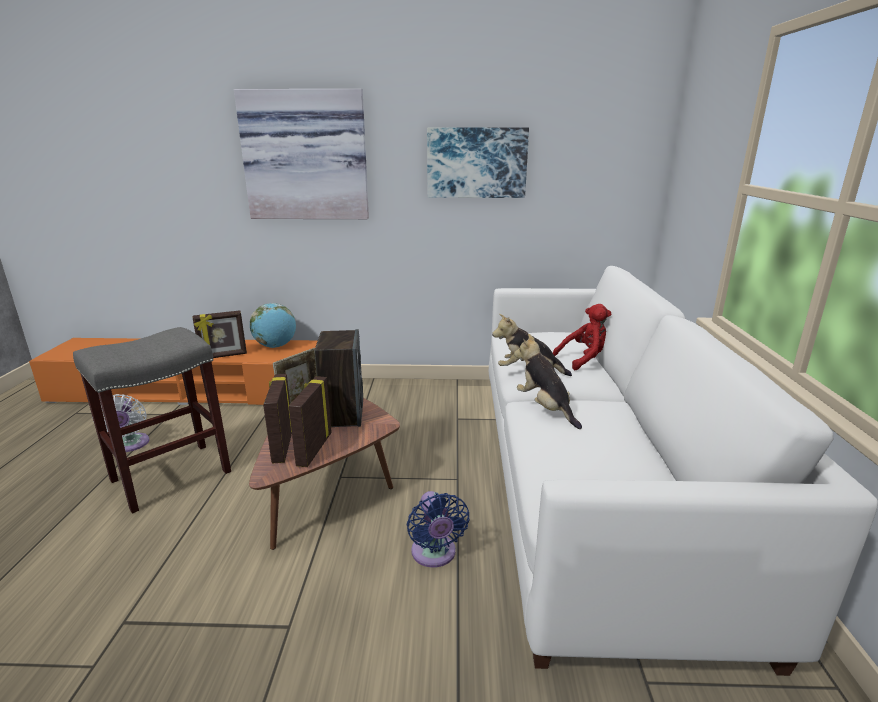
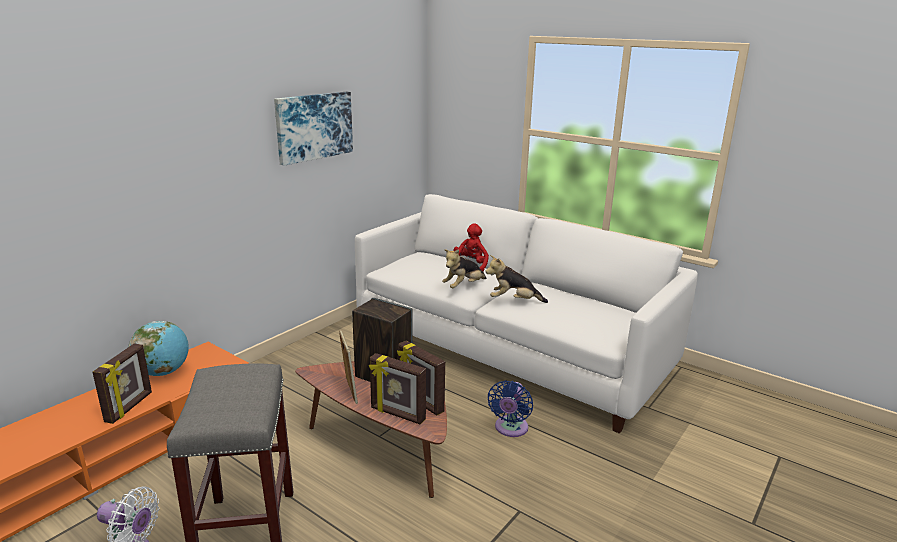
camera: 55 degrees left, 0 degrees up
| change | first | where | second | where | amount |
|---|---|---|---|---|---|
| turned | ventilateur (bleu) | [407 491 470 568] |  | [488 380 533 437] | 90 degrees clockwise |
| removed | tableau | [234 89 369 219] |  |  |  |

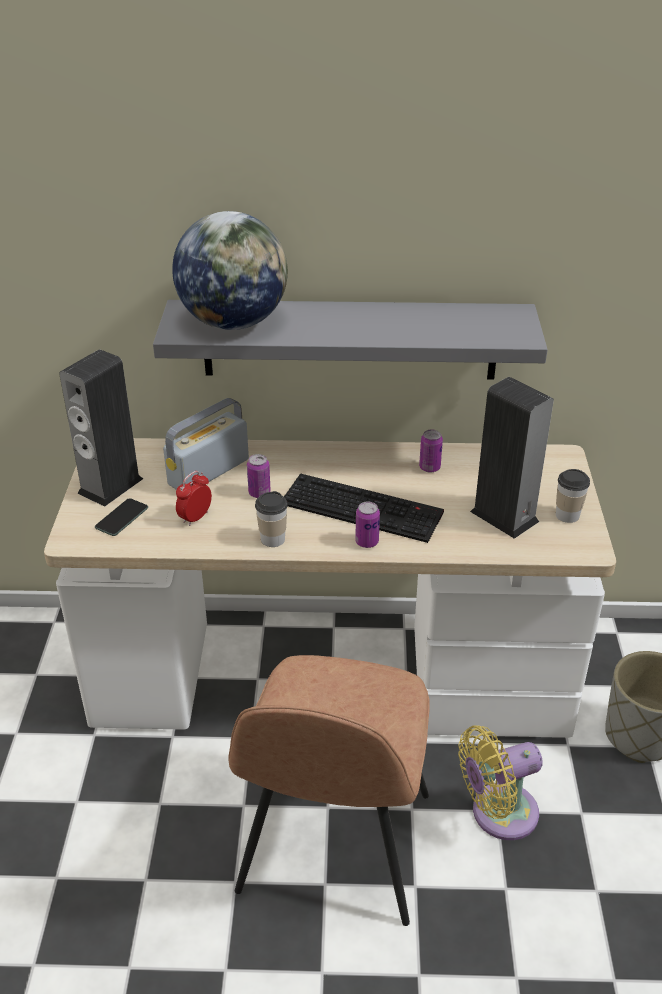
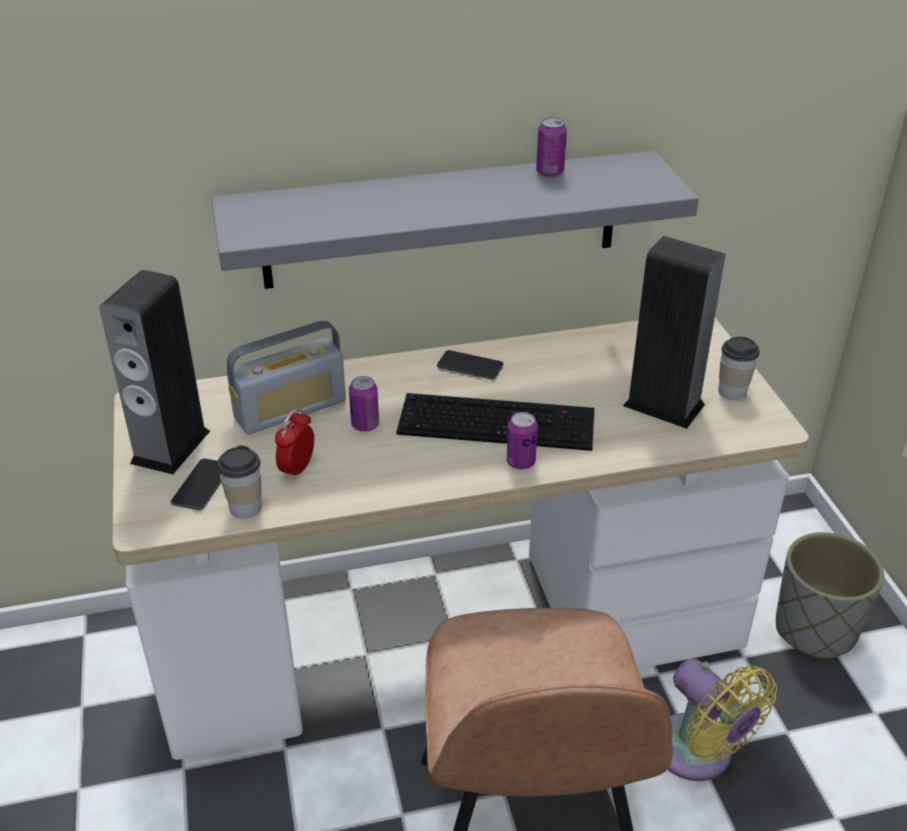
camera: 15 degrees left, 0 degrees up
| change | first | where | second | where | amount |
|---|---|---|---|---|---|
| moved | tasse | [255 491 288 547] |  | [217 446 262 518] |  |
| turned | radio | [163 398 249 490] |  | [227 321 346 434] | 150 degrees counterclockwise |
| added |  |  | téléphone | [437 350 504 379] |  |
| moved | boîte métallique | [419 430 443 473] |  | [536 118 567 177] |  |
| turned | ventilateur (jaune) | [458 725 543 840] |  | [667 659 777 781] | 90 degrees counterclockwise |
| removed | globe | [172 211 288 330] |  |  |  |

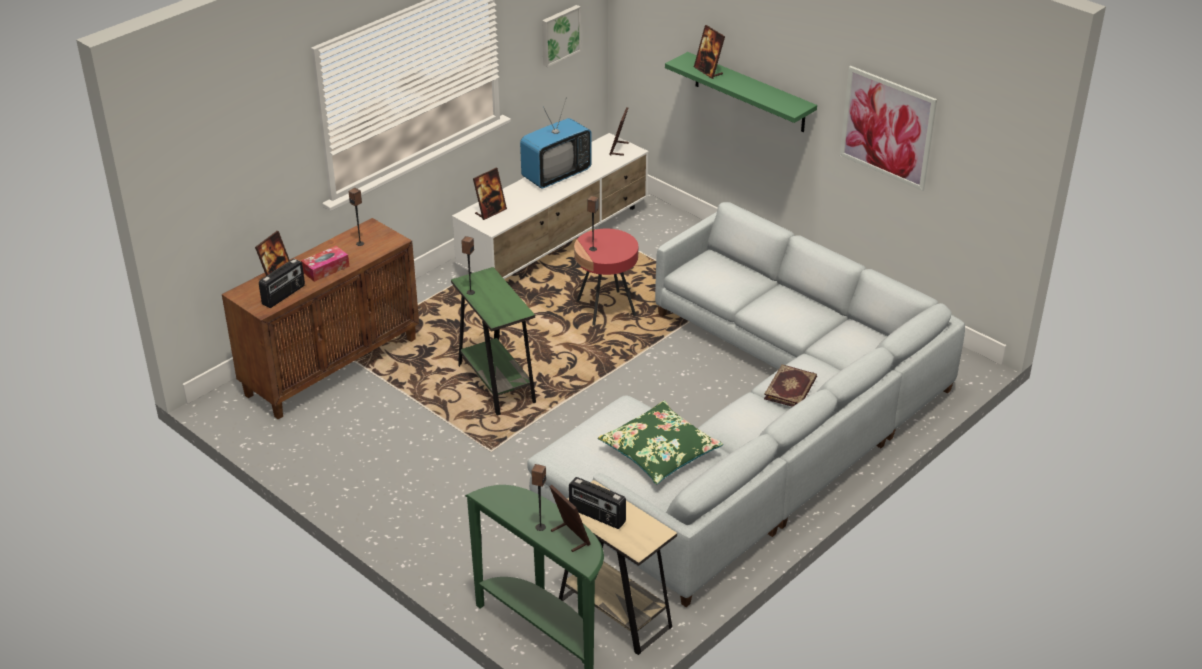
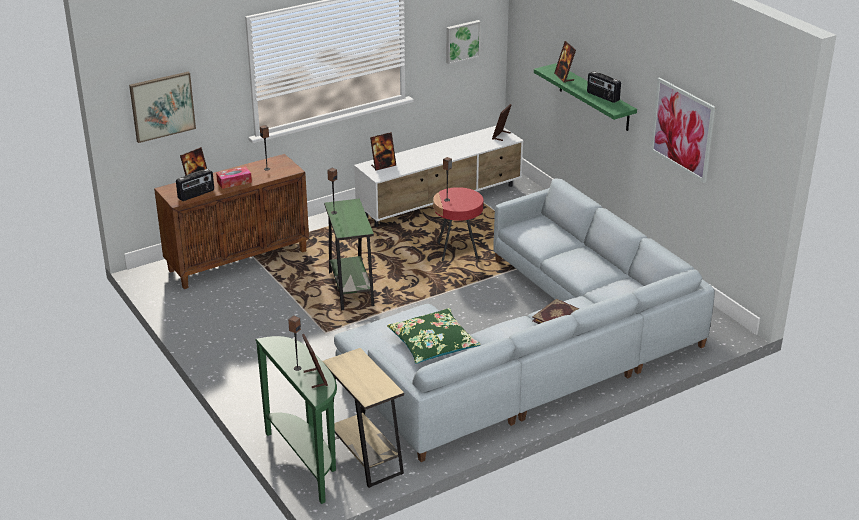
camera: 15 degrees right, 5 degrees down
| change | first | where | second | where | amount |
|---|---|---|---|---|---|
| added |  |  | tableau | [129 72 196 143] |  |
| moved | radio | [569 477 626 529] |  | [587 71 621 103] |  |
| removed | téléviseur | [520 99 592 189] |  |  |  |

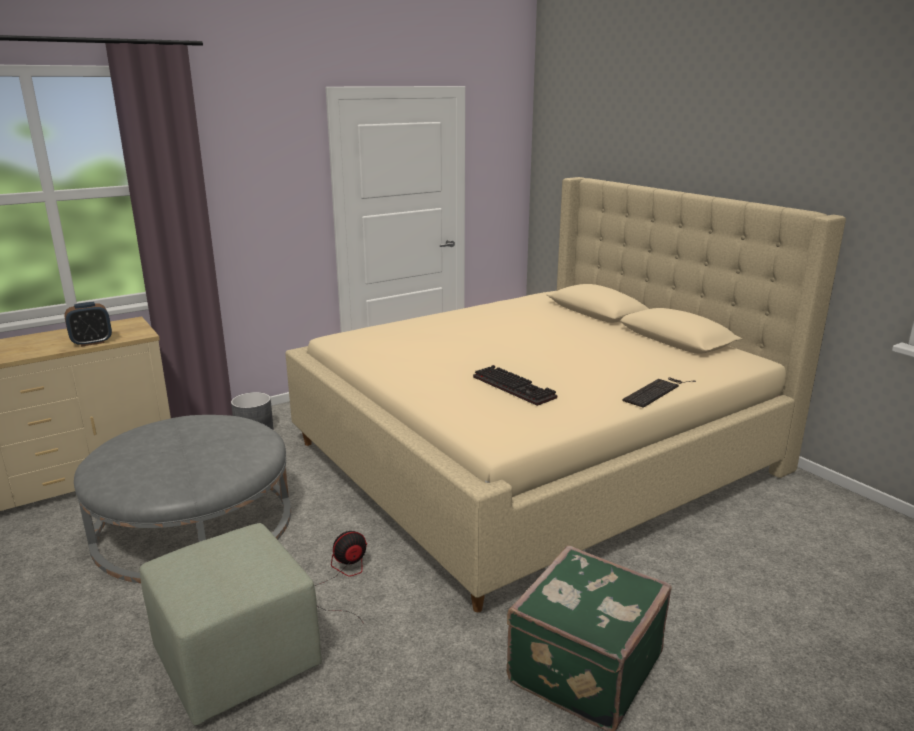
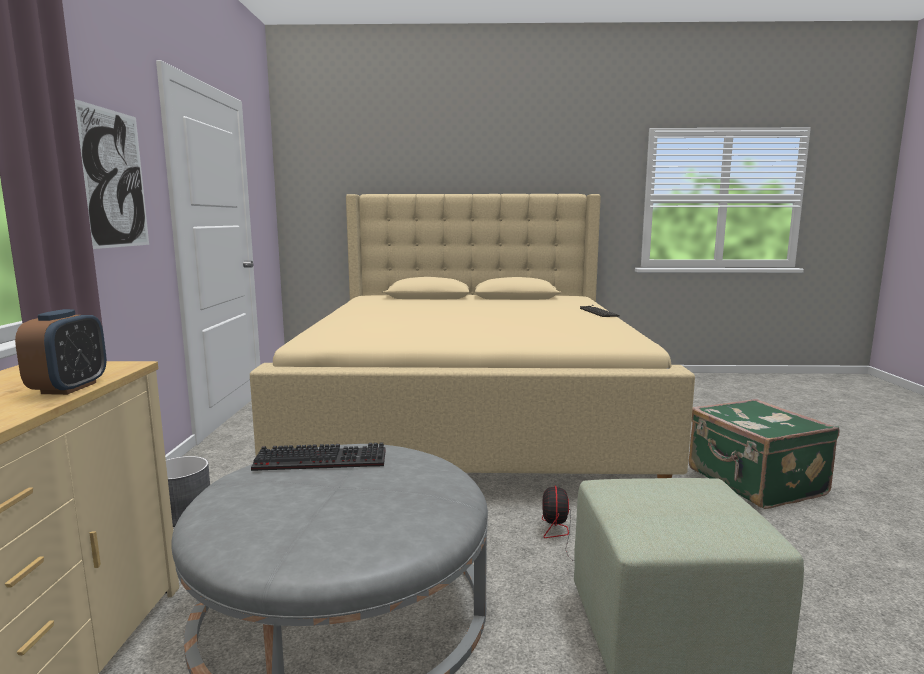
camera: 55 degrees left, 10 degrees down
| change | first | where | second | where | amount |
|---|---|---|---|---|---|
| added |  |  | tableau | [74 99 149 249] |  |
| moved | clavier | [473 365 557 406] |  | [251 442 386 471] |  |

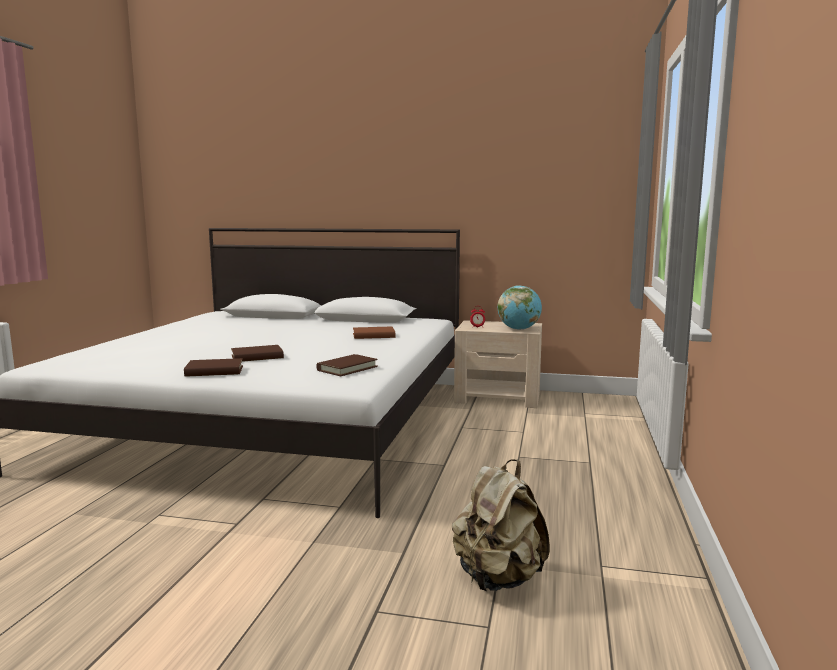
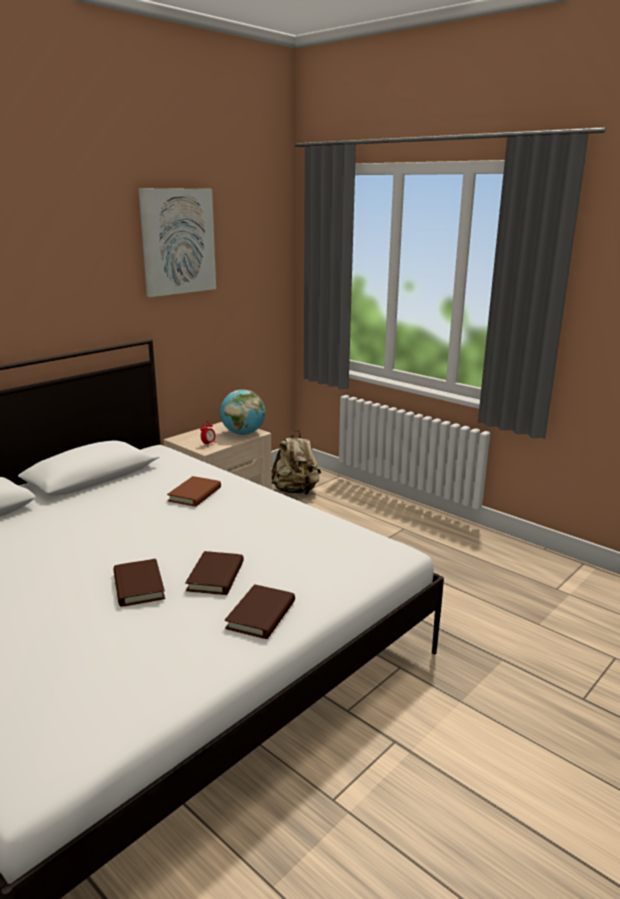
camera: 60 degrees left, 10 degrees up
| change | first | where | second | where | amount |
|---|---|---|---|---|---|
| moved | livre (marron) | [316 354 378 376] |  | [114 559 165 607] |  |
| added |  |  | tableau | [138 188 216 297] |  |
| moved | sac à dos (beige) | [452 459 550 591] |  | [272 430 321 495] |  |

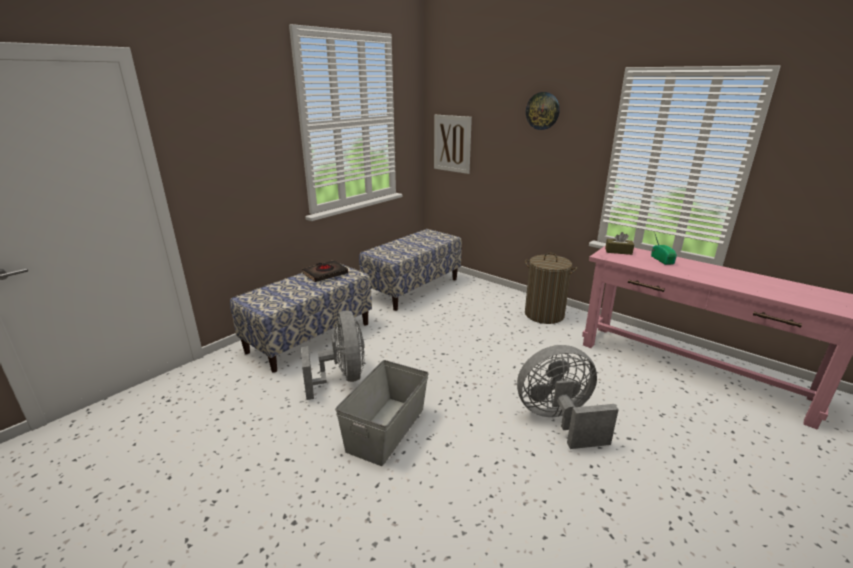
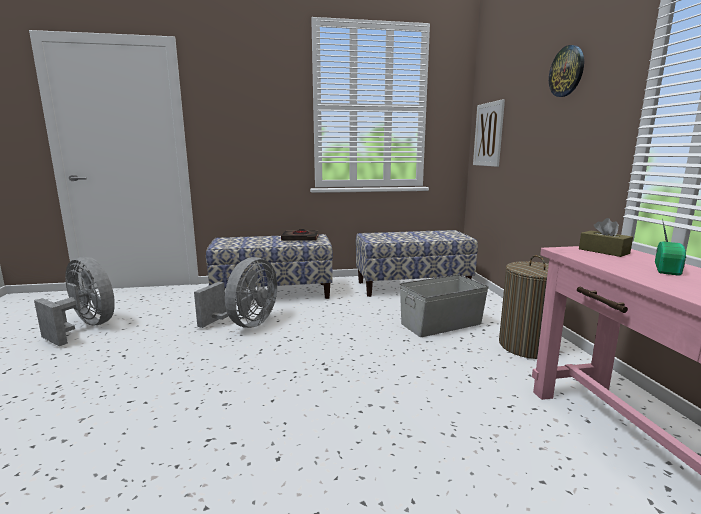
camera: 40 degrees right, 10 degrees down
| change | first | where | second | where | amount |
|---|---|---|---|---|---|
| moved | ventilateur (gris) | [517 345 619 449] |  | [34 257 115 346] |  |
| moved | boîte de rangement (gris) | [335 360 429 466] |  | [400 274 489 337] |  |

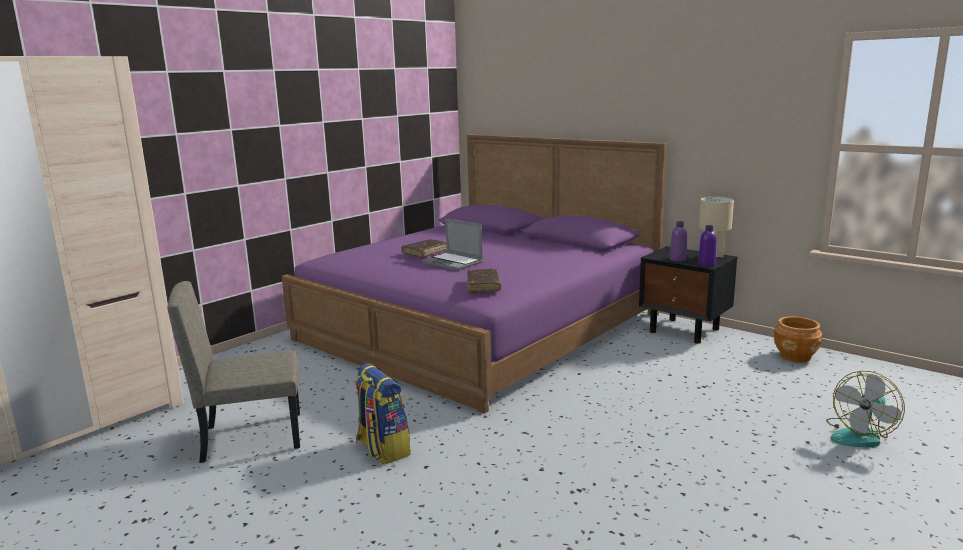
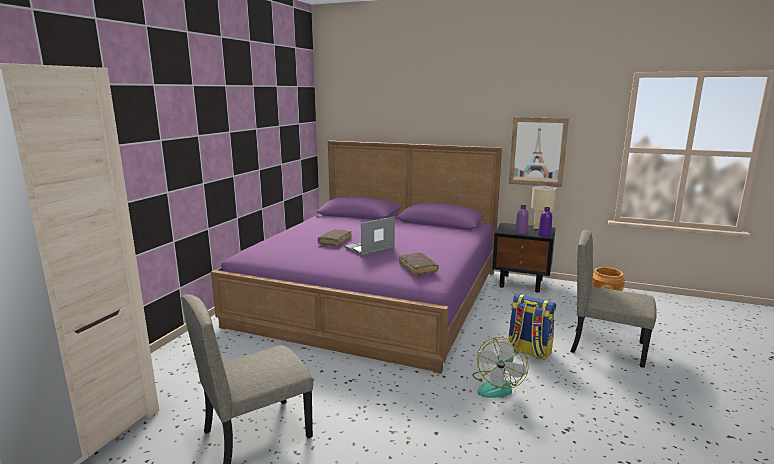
camera: 20 degrees left, 0 degrees up
| change | first | where | second | where | amount |
|---|---|---|---|---|---|
| turned | ordinateur portable | [422 218 483 271] |  | [344 216 395 256] | 120 degrees clockwise |
| moved | ventilateur | [826 371 905 447] |  | [473 337 529 398] |  |
| added |  |  | tableau | [509 117 569 187] |  |
| moved | sac à dos | [355 363 411 465] |  | [509 293 556 360] |  |
| added |  |  | chaise (beige) | [570 230 657 368] |  |

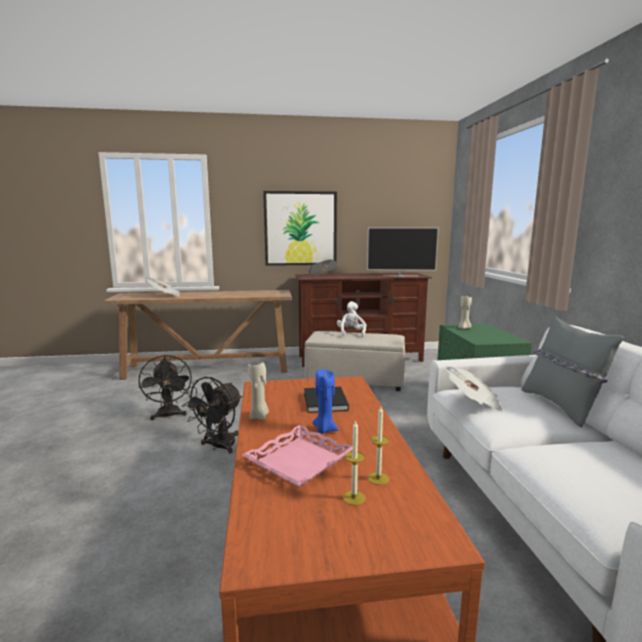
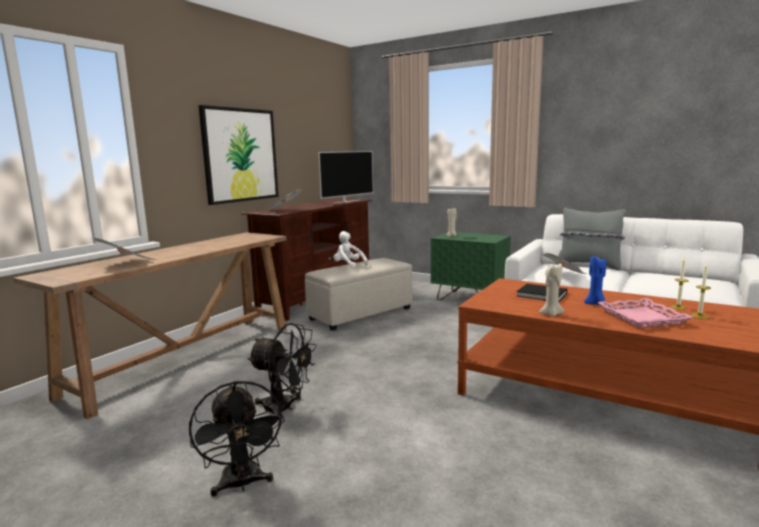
camera: 50 degrees left, 0 degrees up
| change | first | where | second | where | amount |
|---|---|---|---|---|---|
| moved | ventilateur (noir) | [182 377 242 454] |  | [189 381 285 497] |  |

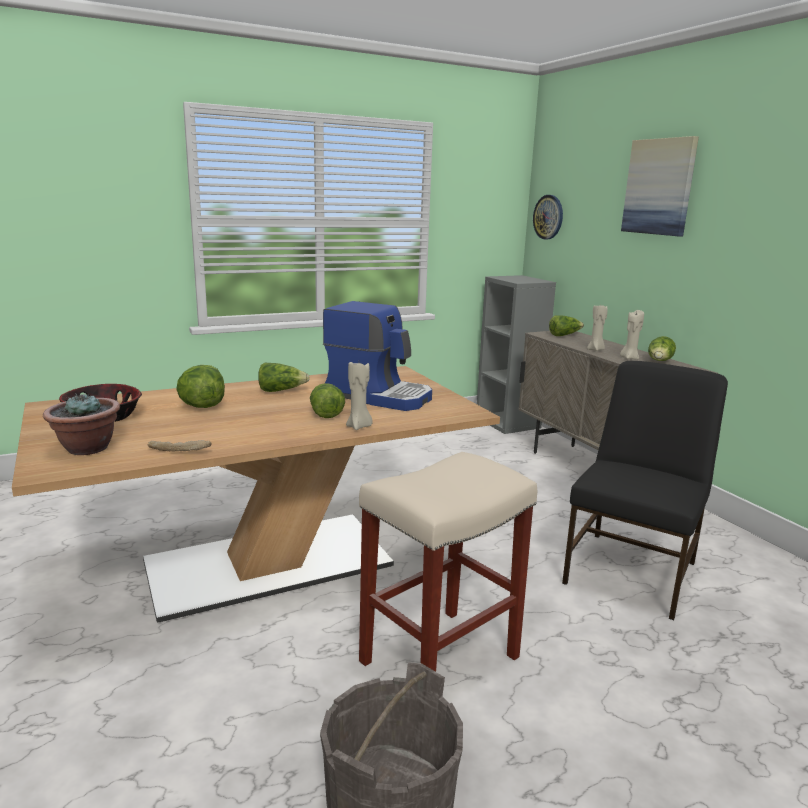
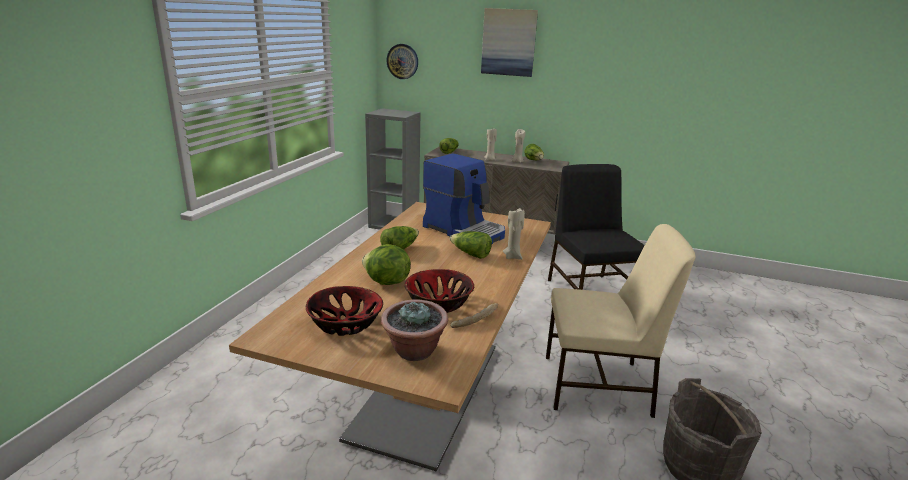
camera: 45 degrees left, 5 degrees up
| change | first | where | second | where | amount |
|---|---|---|---|---|---|
| added |  |  | bol | [404 269 474 313] |  |
| turned | machine à café | [323 301 432 411] |  | [423 153 505 244] | 60 degrees clockwise |
| replaced | tabouret (beige) | [359 452 537 672] | chaise (beige) | [546 224 696 418] |  |

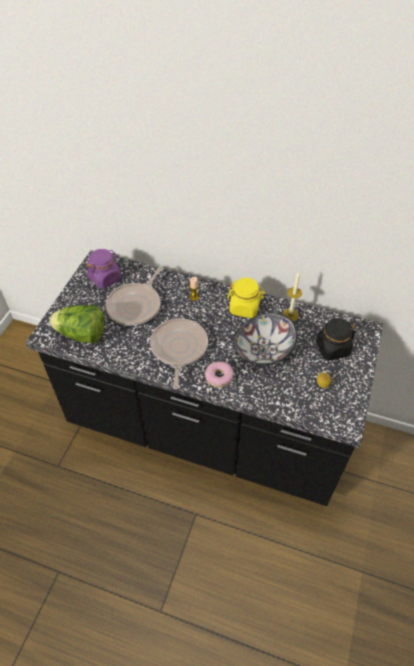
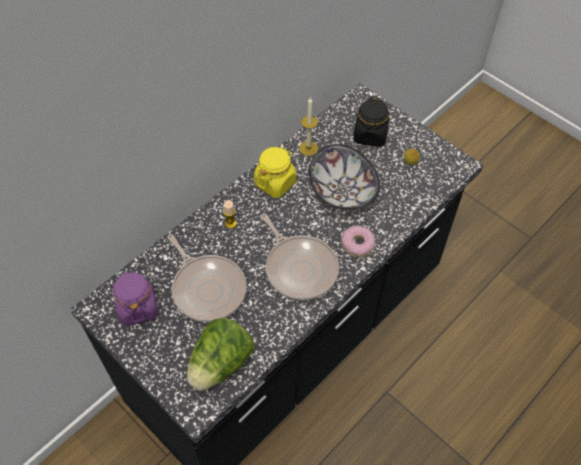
camera: 65 degrees left, 5 degrees up
| change | first | where | second | where | amount |
|---|---|---|---|---|---|
| turned | poêle | [150 318 208 390] |  | [261 213 339 300] | 150 degrees counterclockwise |

